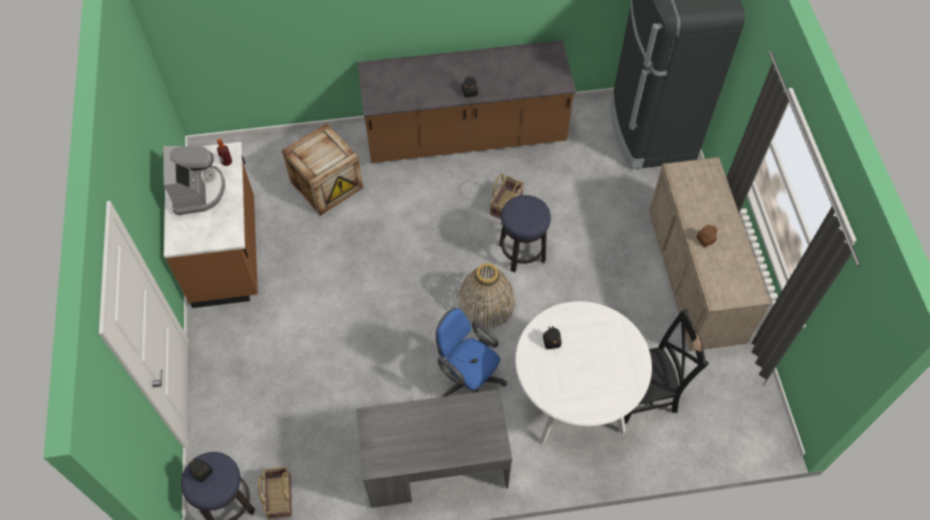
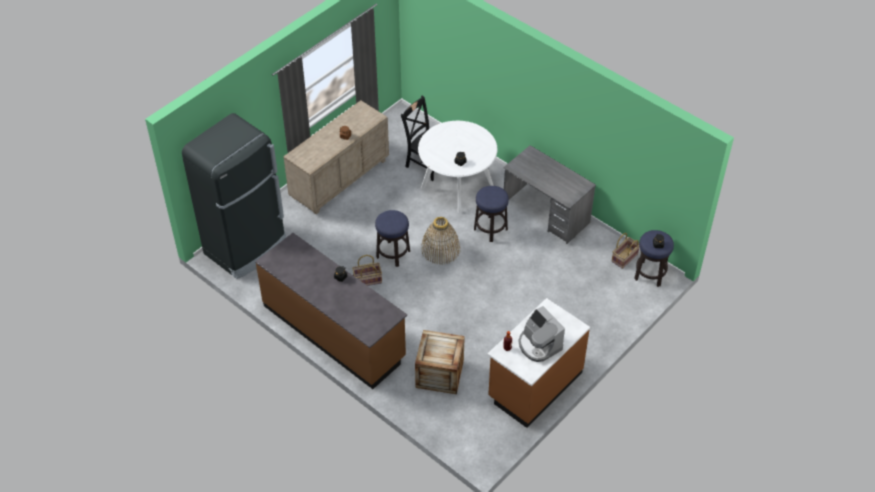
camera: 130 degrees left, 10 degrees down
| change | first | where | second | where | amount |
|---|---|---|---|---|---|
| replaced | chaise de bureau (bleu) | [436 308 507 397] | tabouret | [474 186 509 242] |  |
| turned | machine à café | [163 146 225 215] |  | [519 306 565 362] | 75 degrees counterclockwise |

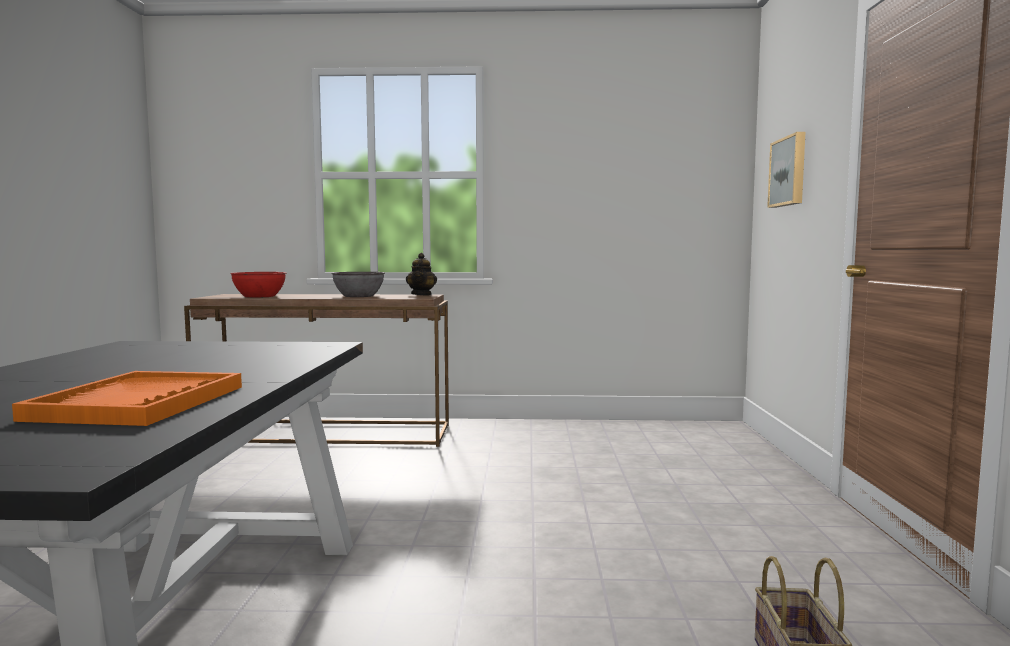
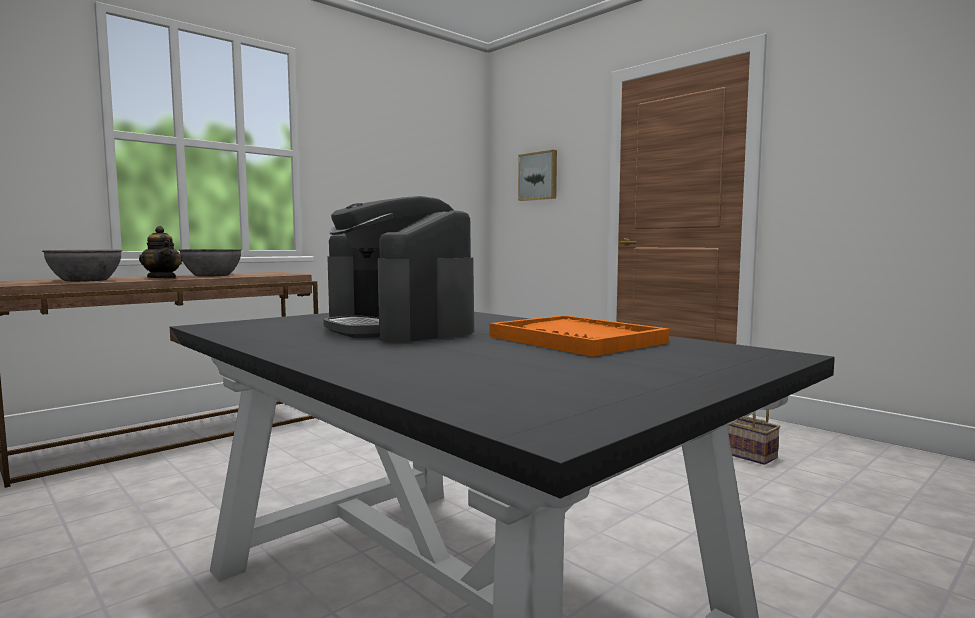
camera: 45 degrees left, 0 degrees up
| change | first | where | second | where | amount |
|---|---|---|---|---|---|
| recoloured | bol (rouge) | [230 272 286 298] | bol (gris) | [42 250 122 282] |  |
| moved | théière | [406 253 437 295] |  | [139 226 183 279] |  |
| added |  |  | machine à café | [323 196 474 342] |  |

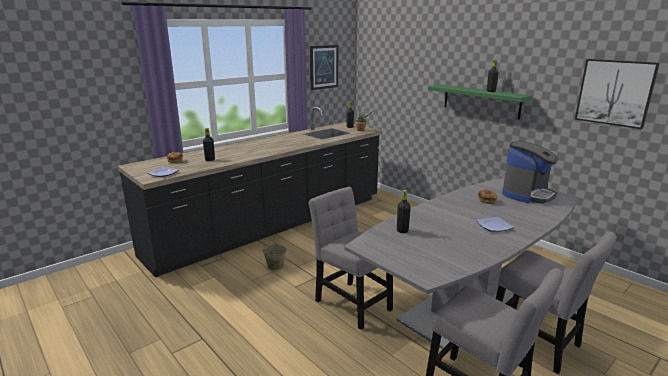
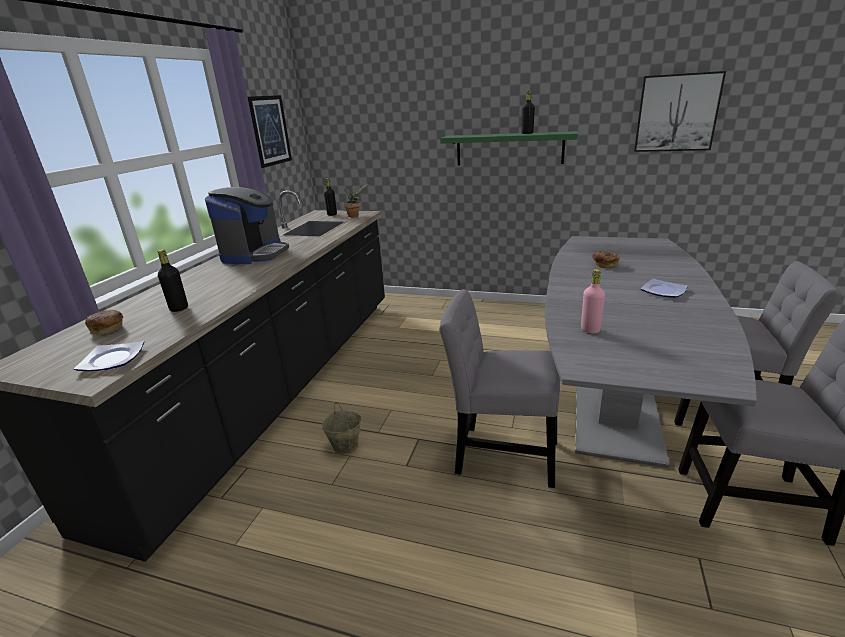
camera: 30 degrees left, 5 degrees up
| change | first | where | second | where | amount |
|---|---|---|---|---|---|
| moved | machine à café | [502 141 558 204] |  | [205 187 289 264] |  |
| recoloured | bouteille (noir) | [397 190 411 233] | bouteille (rose) | [581 269 605 333] |  |

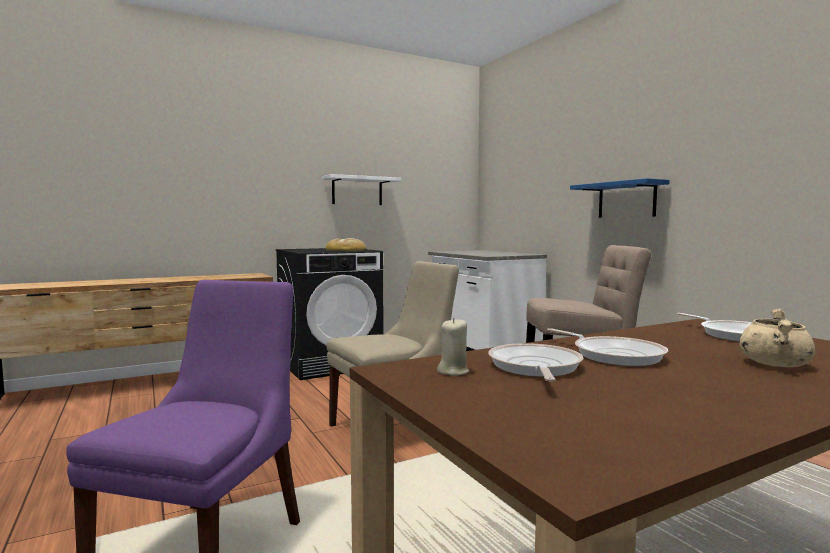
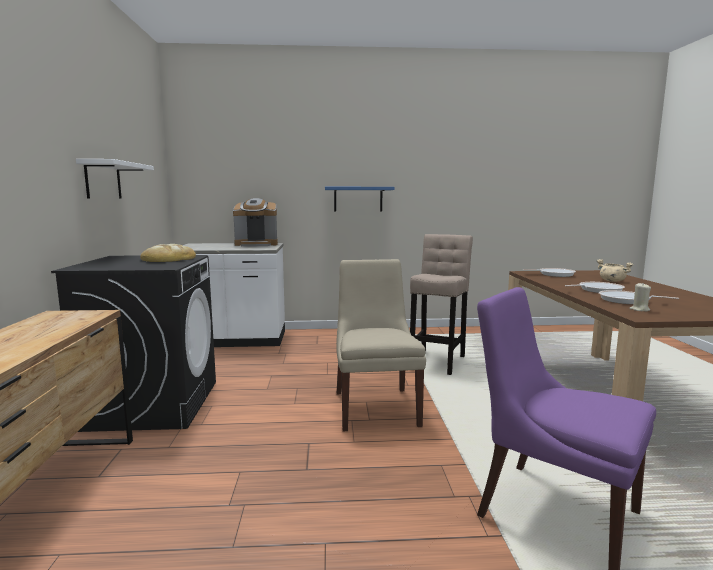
camera: 65 degrees left, 5 degrees up
| change | first | where | second | where | amount |
|---|---|---|---|---|---|
| added |  |  | machine à café | [233 198 278 246] |  |

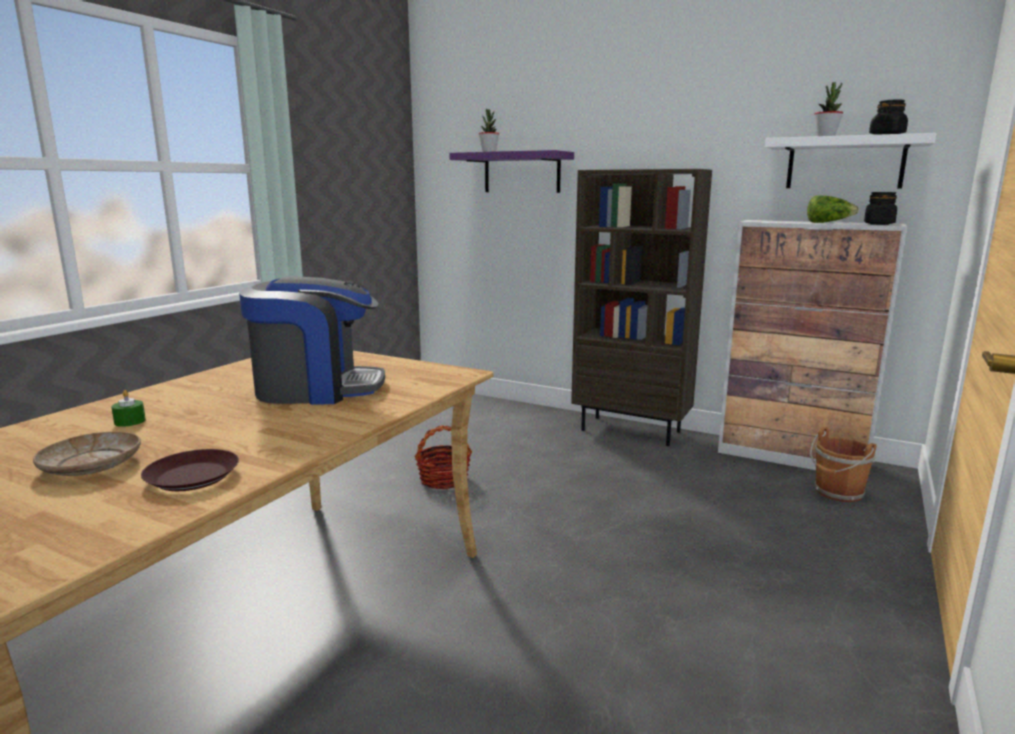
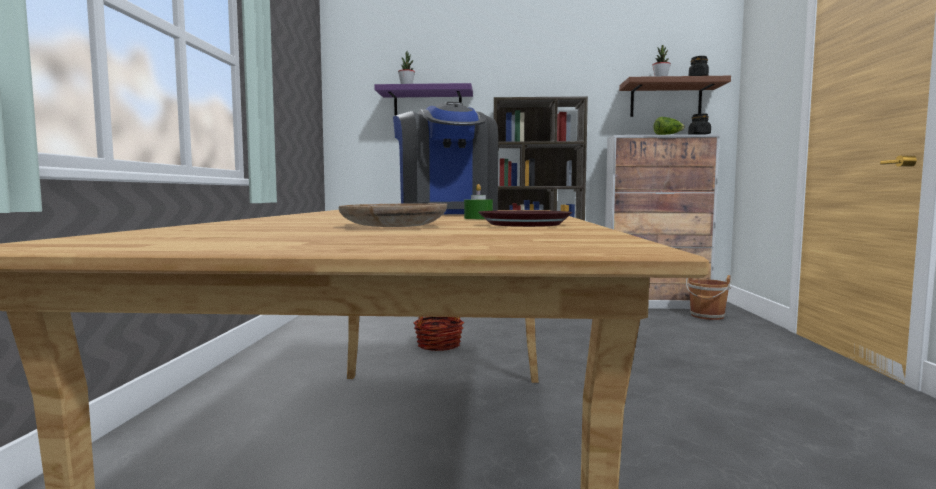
camera: 25 degrees left, 10 degrees down
| change | first | where | second | where | amount |
|---|---|---|---|---|---|
| turned | machine à café | [239 277 385 405] |  | [393 102 498 214] | 105 degrees clockwise |
| moved | bougie (vert) | [111 390 146 427] |  | [464 184 493 219] |  |
| recoloured | étagère (blanc) | [765 133 936 189] | étagère (marron) | [619 76 731 117] |  |

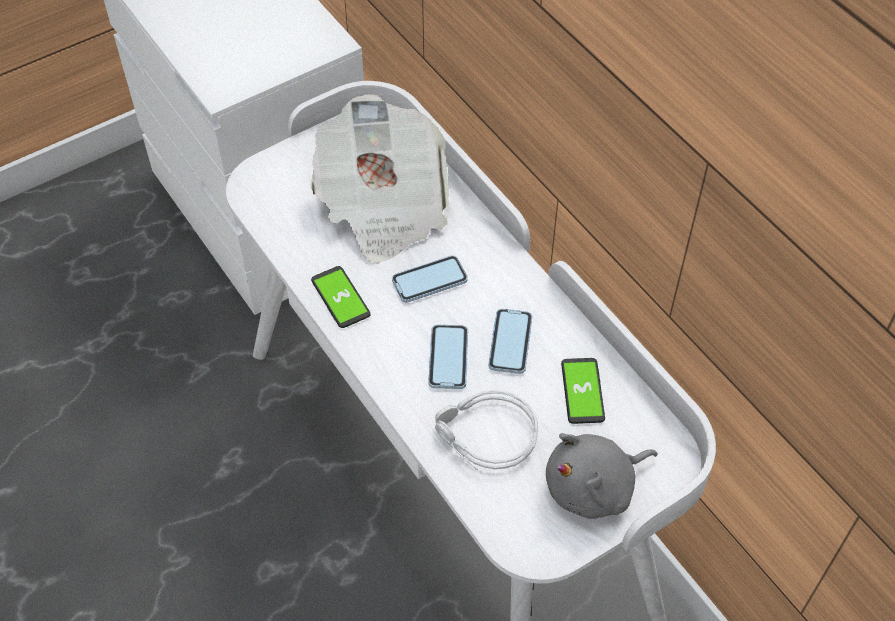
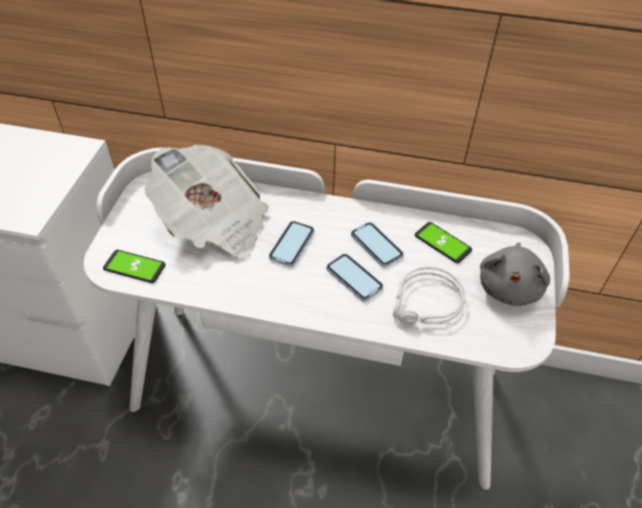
camera: 45 degrees left, 5 degrees down
| change | first | where | second | where | amount |
|---|---|---|---|---|---|
| moved | téléphone | [311 266 371 328] |  | [103 250 166 283] |  |

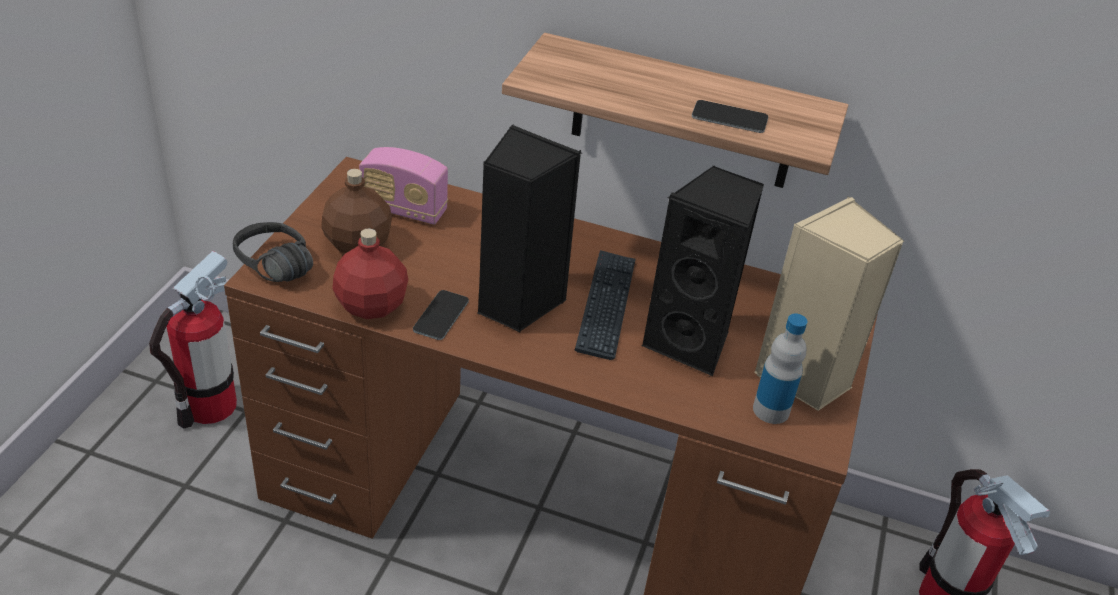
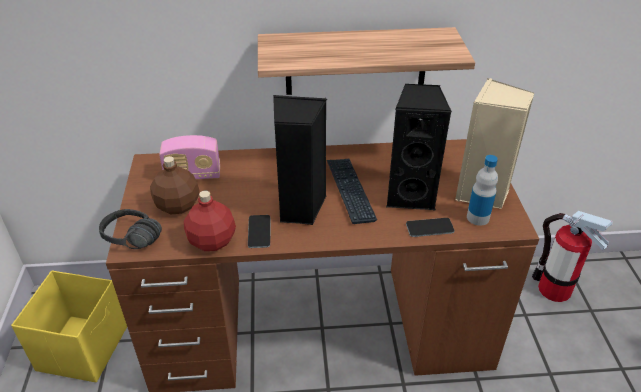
camera: 20 degrees left, 0 degrees up
| change | first | where | second | where | amount |
|---|---|---|---|---|---|
| replaced | extincteur | [149 251 237 429] | boîte de rangement (jaune) | [11 271 127 382] |  |
| moved | téléphone | [692 100 768 133] |  | [406 218 455 237] |  |

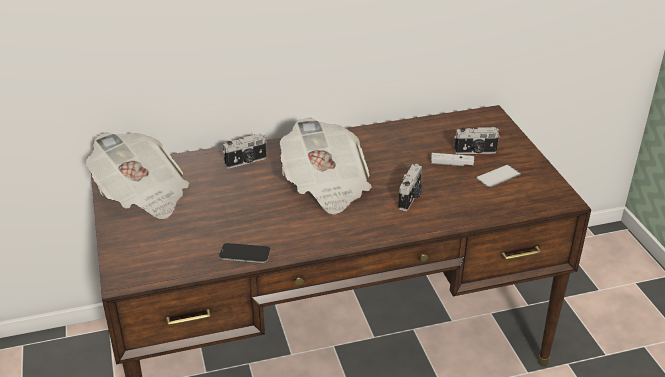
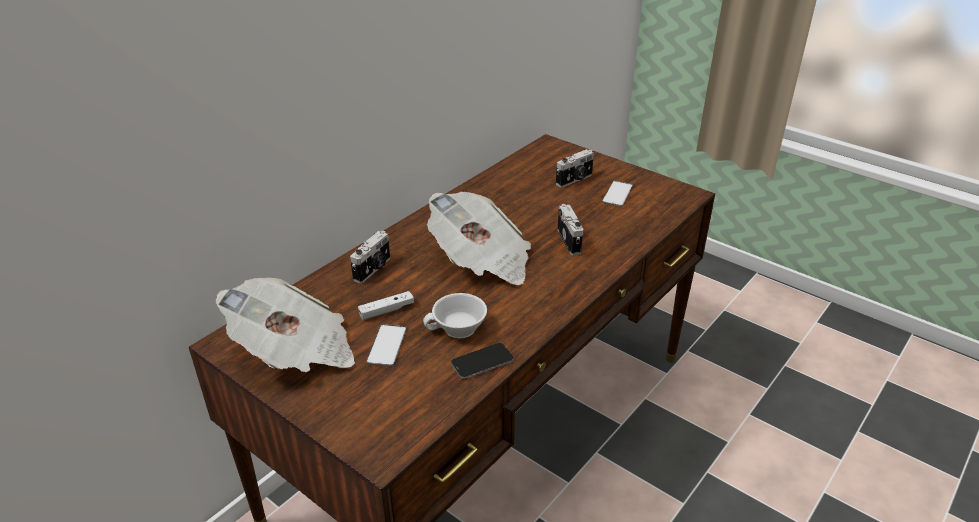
camera: 35 degrees left, 0 degrees up
| change | first | where | second | where | amount |
|---|---|---|---|---|---|
| moved | manette (blanc) | [431 153 474 166] |  | [358 291 414 320] |  |
| added |  |  | téléphone | [367 324 406 366] |  |
| added |  |  | tasse (blanc) | [423 293 487 338] |  |

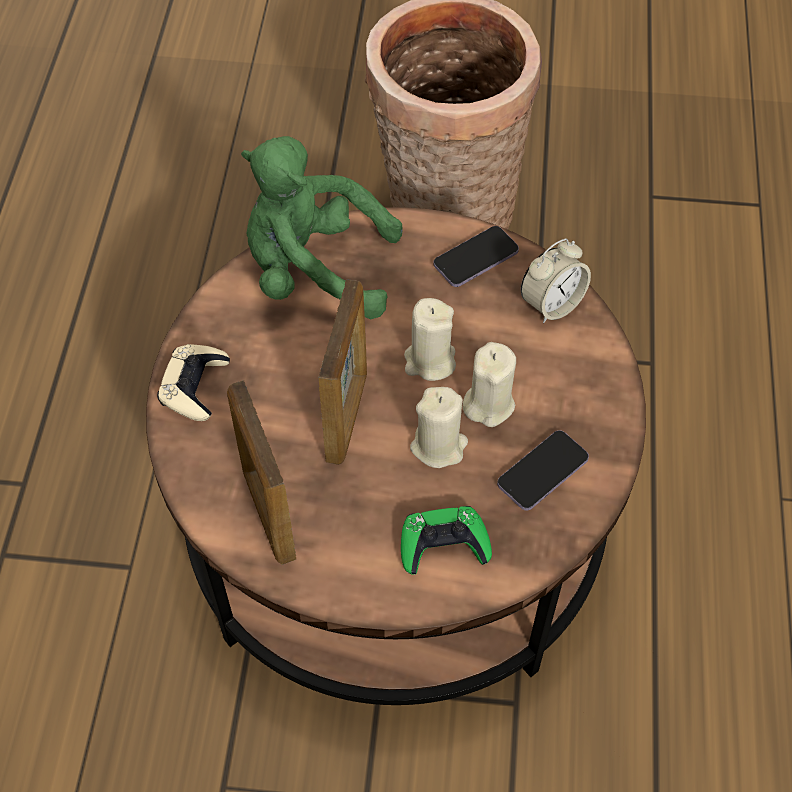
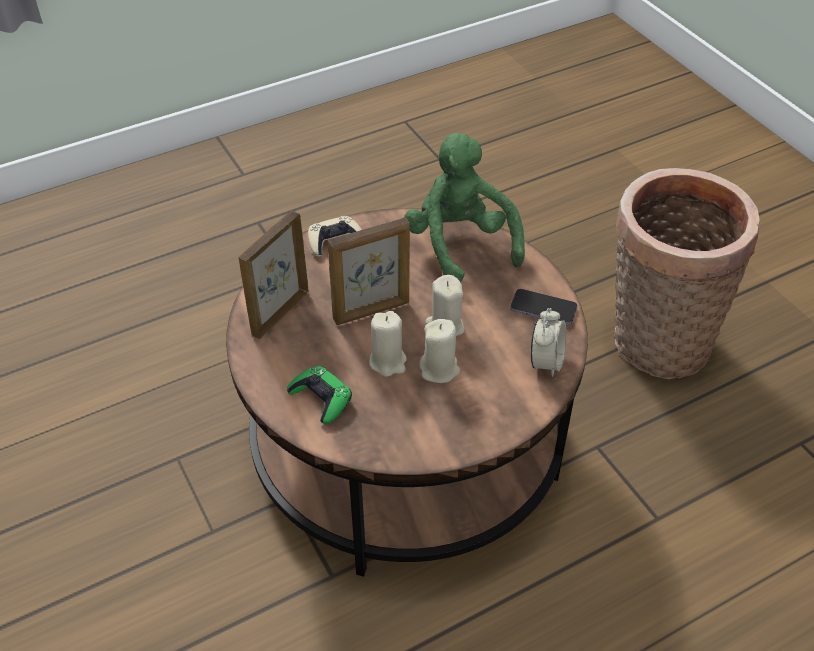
camera: 55 degrees right, 10 degrees down
| change | first | where | second | where | amount |
|---|---|---|---|---|---|
| turned | réveil | [521 238 591 323] |  | [531 308 567 377] | 90 degrees counterclockwise |
| removed | téléphone | [497 430 589 511] |  |  |  |

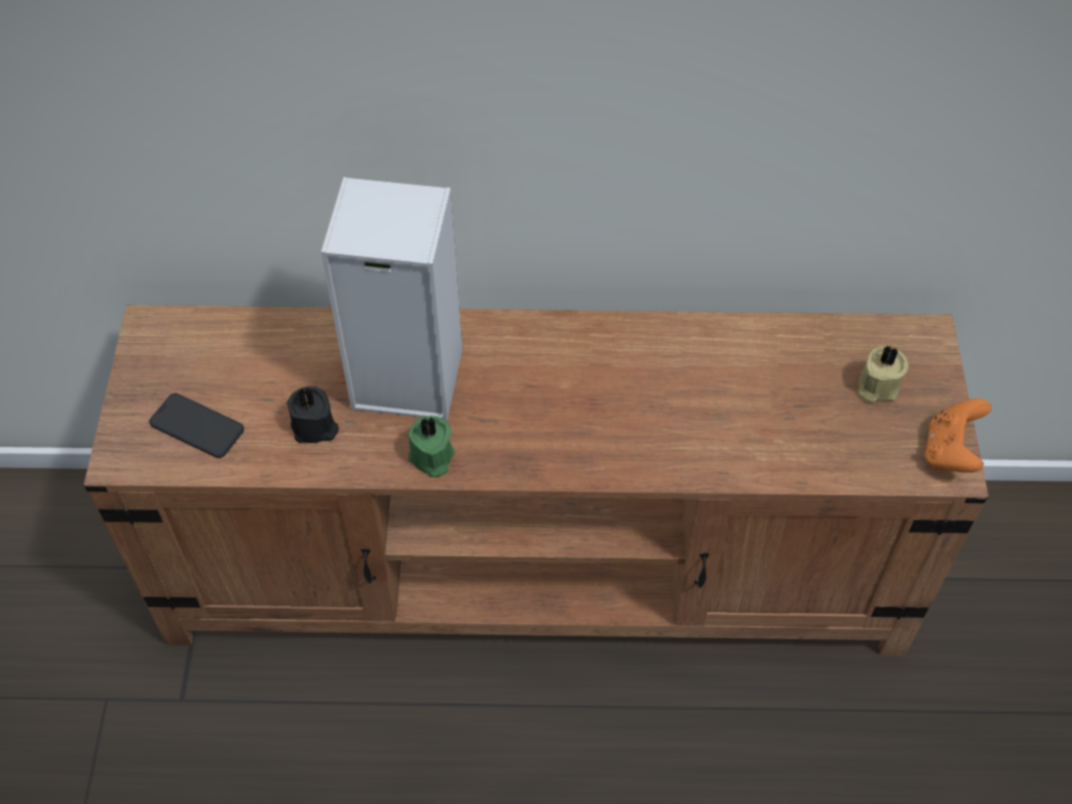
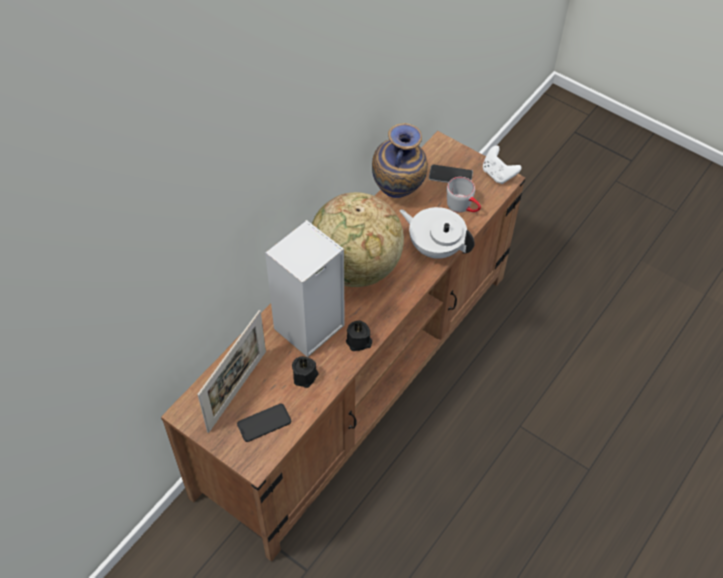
camera: 55 degrees left, 0 degrees up
| change | first | where | second | where | amount |
|---|---|---|---|---|---|
| added |  |  | cadre photo | [197 310 266 433] |  |
| added |  |  | globe | [312 192 404 287] |  |
| recoloured | bougie (vert) | [408 416 455 478] | bougie (noir) | [346 320 372 351] |  |
| added |  |  | vase | [372 123 428 198] |  |
| added |  |  | théière (blanc) | [400 207 475 259] |  |
| replaced | bougie (beige) | [858 345 909 403] | téléphone | [429 165 473 183] |  |
| added |  |  | mug (gris) | [447 177 481 213] |  |
| recoloured | manette (orange) | [924 398 992 473] | manette (blanc) | [483 145 521 184] |  |

